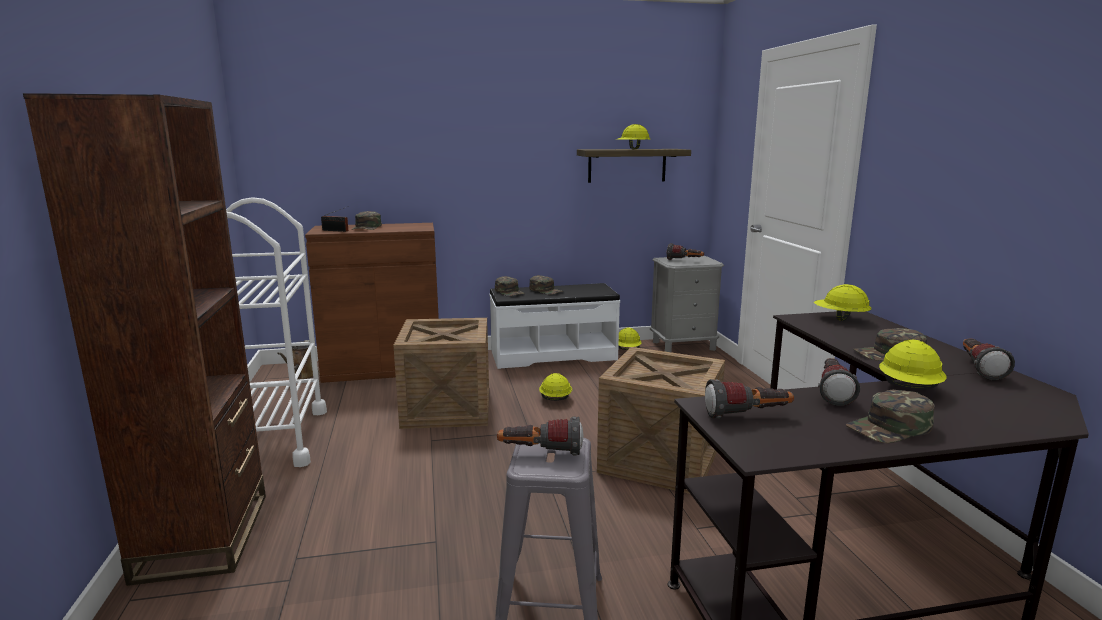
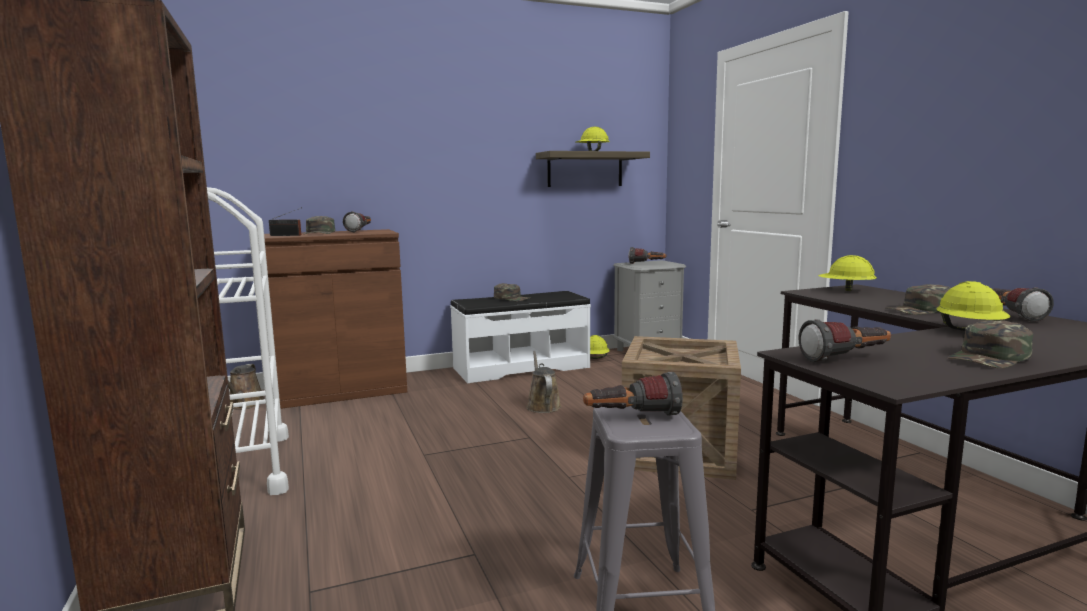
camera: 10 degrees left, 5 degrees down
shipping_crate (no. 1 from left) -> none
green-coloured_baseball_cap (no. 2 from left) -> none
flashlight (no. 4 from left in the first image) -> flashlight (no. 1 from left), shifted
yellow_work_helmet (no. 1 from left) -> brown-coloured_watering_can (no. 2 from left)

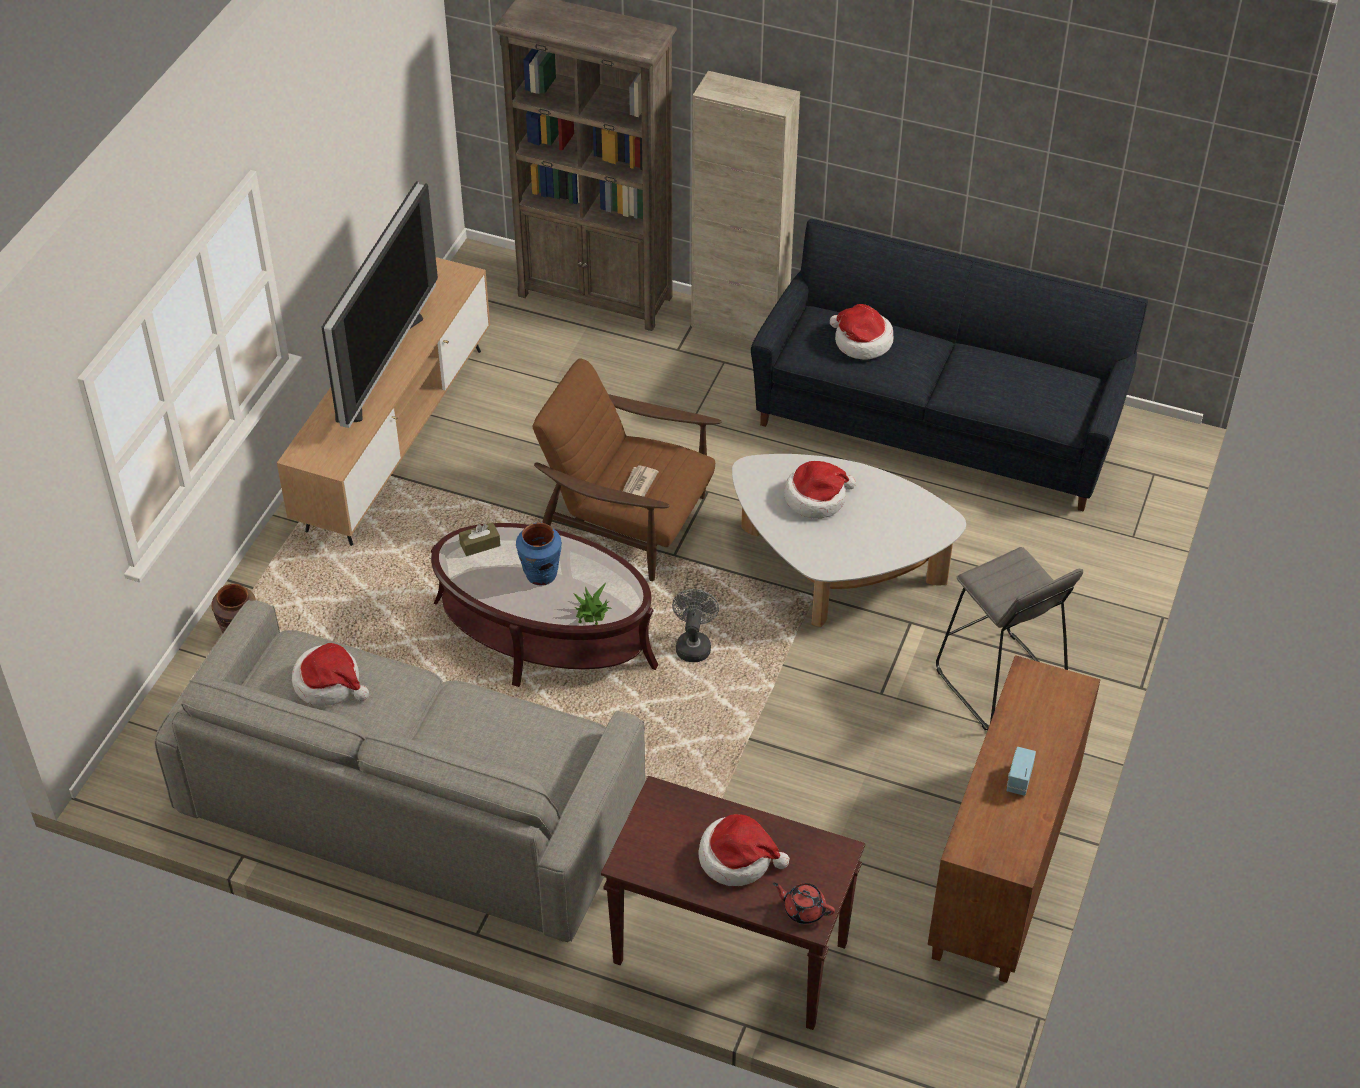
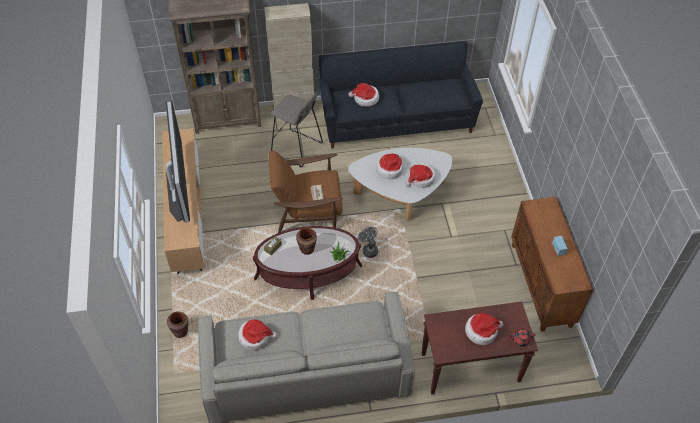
camera: 30 degrees left, 5 degrees up
none -> clothing_hat (no. 4 from left)
grey_stool_seat, shifted
blue_vase -> brown-coloured_vase (no. 2 from left)

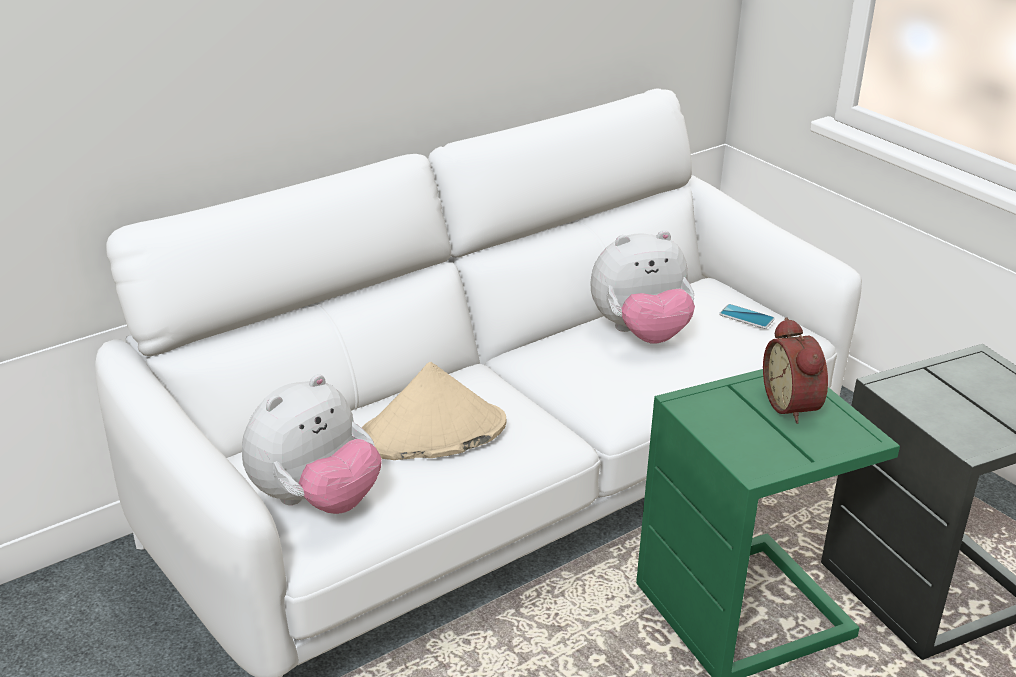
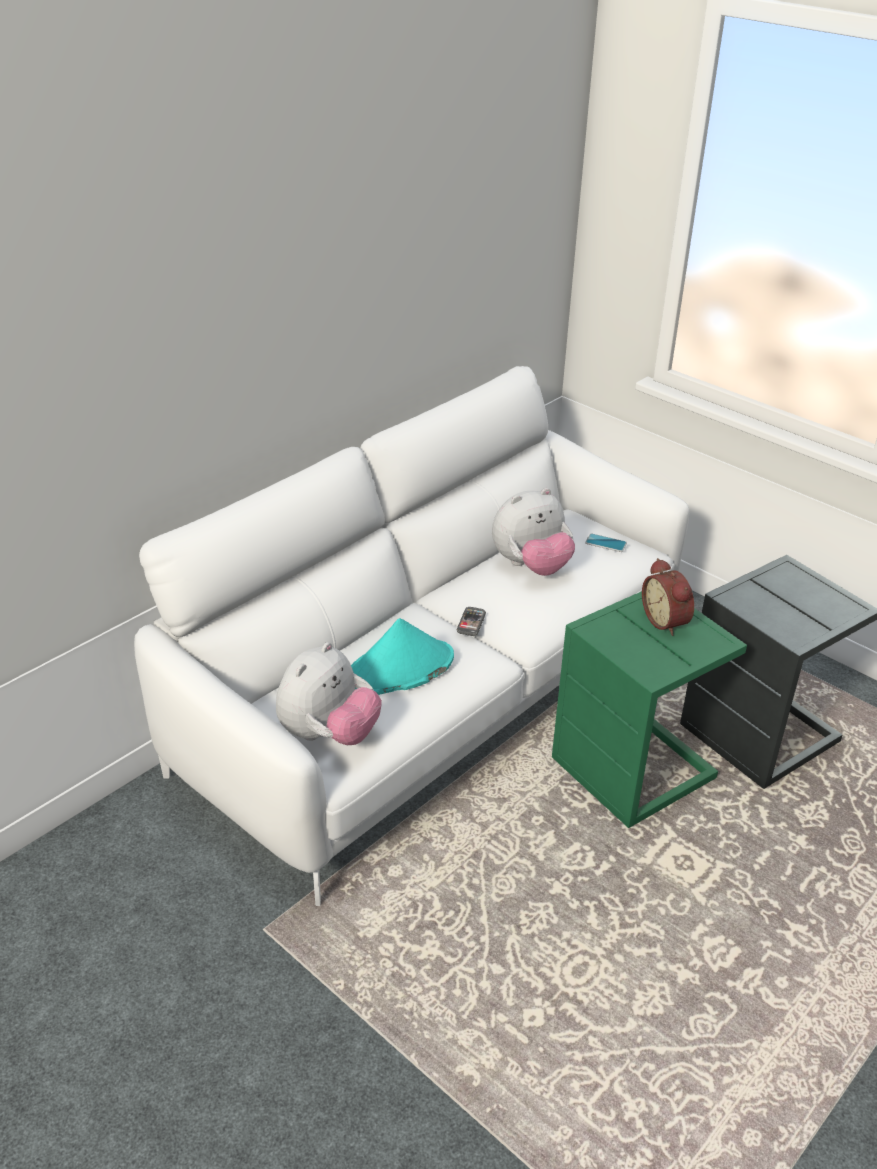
camera: 10 degrees left, 5 degrees up
none -> phone (no. 1 from left)
beige_clothing_hat -> turquoise_clothing_hat

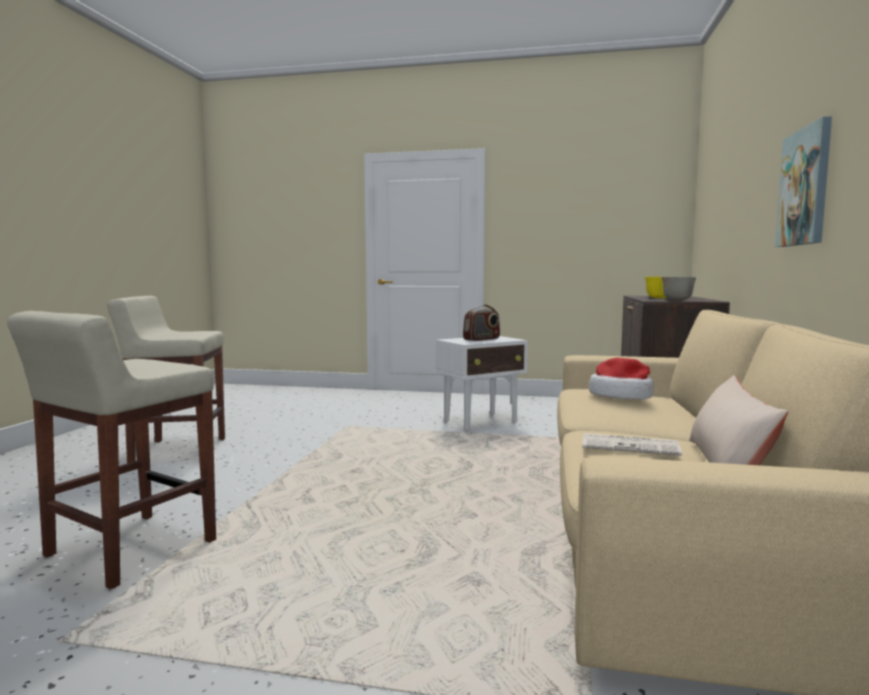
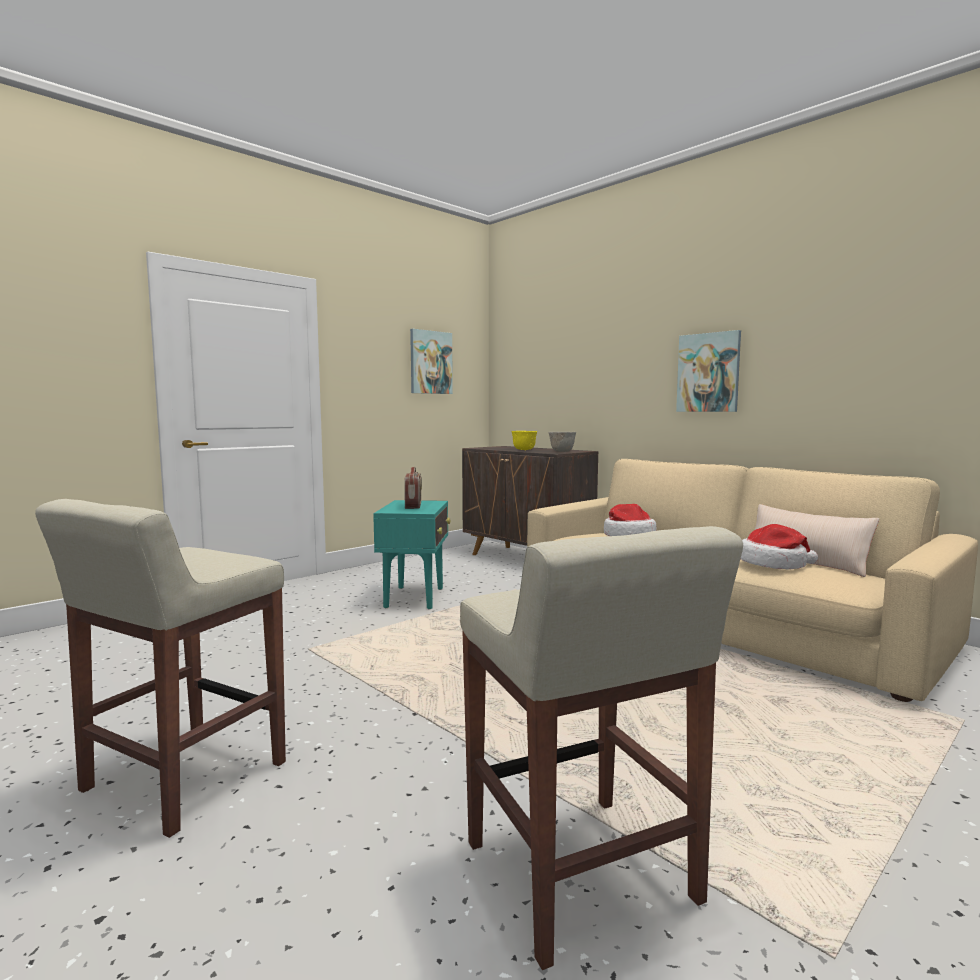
camera: 55 degrees left, 0 degrees up
none -> wall_art (no. 1 from left)
daily_paper -> clothing_hat (no. 2 from left)
whitish_side_table -> turquoise_side_table

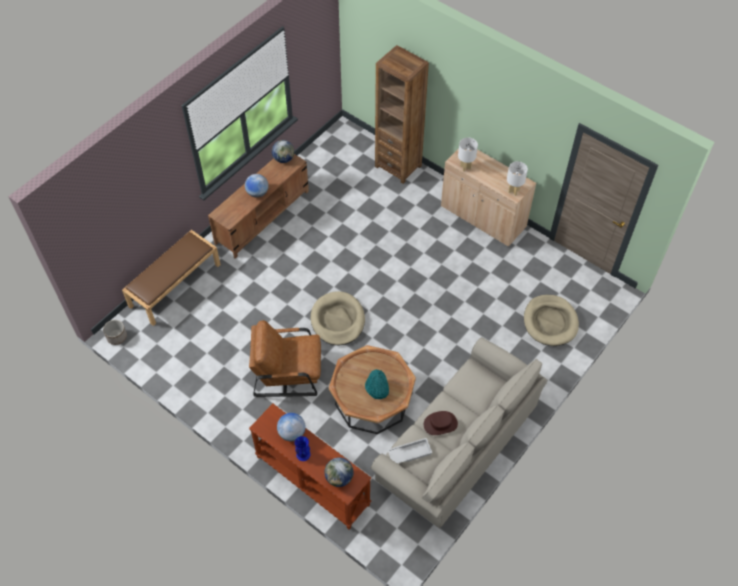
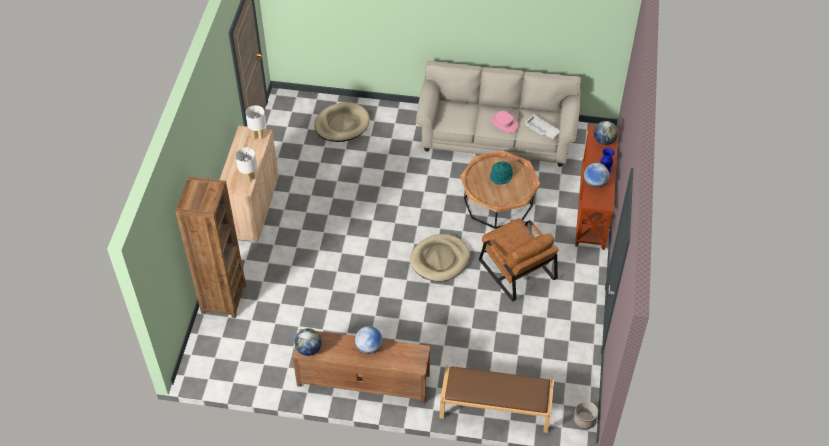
camera: 120 degrees left, 5 degrees down
brown-coloured_clothing_hat -> pinkish_clothing_hat

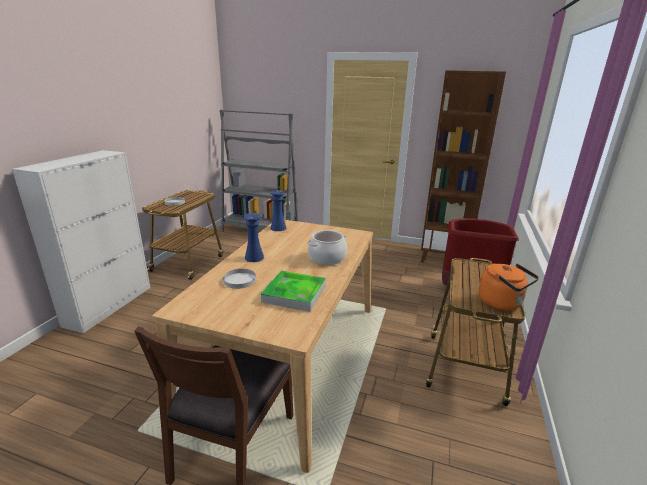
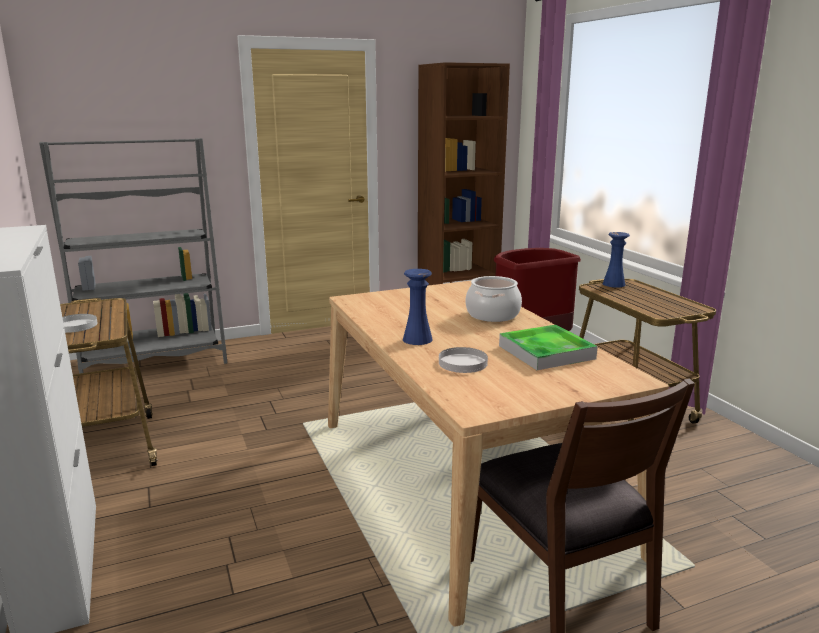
camera: 40 degrees left, 5 degrees down
orange-coloured_water_kettle -> none
blue_vase (no. 2 from left), shifted

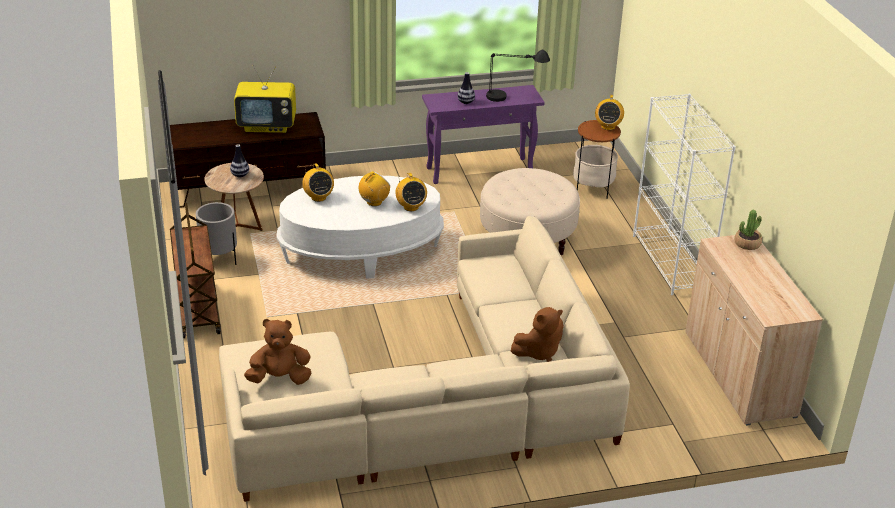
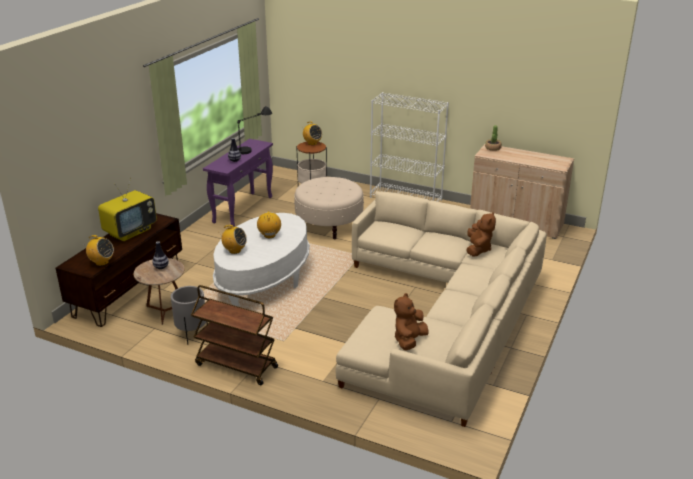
camera: 50 degrees left, 5 degrees down
radio_set (no. 3 from left in the first image) -> radio_set (no. 1 from left), shifted

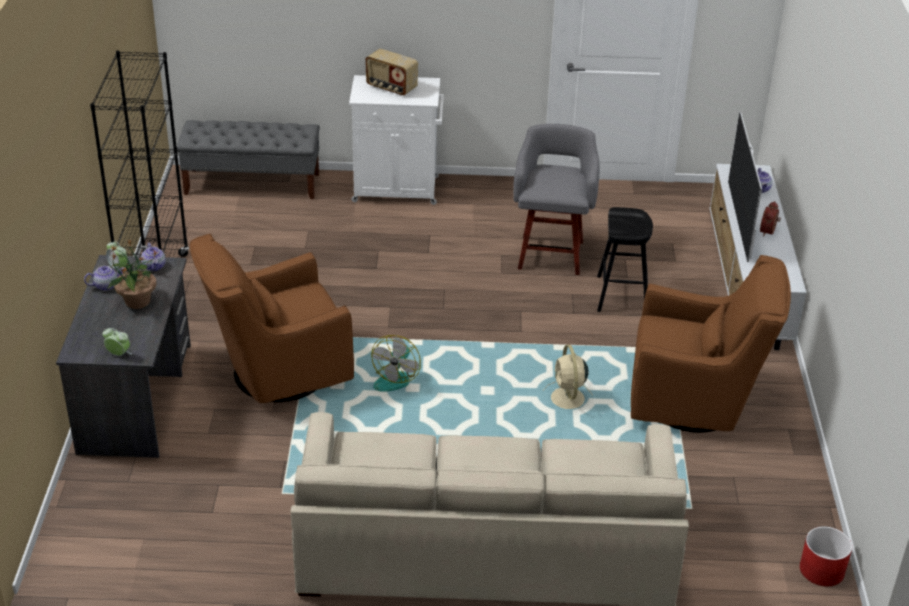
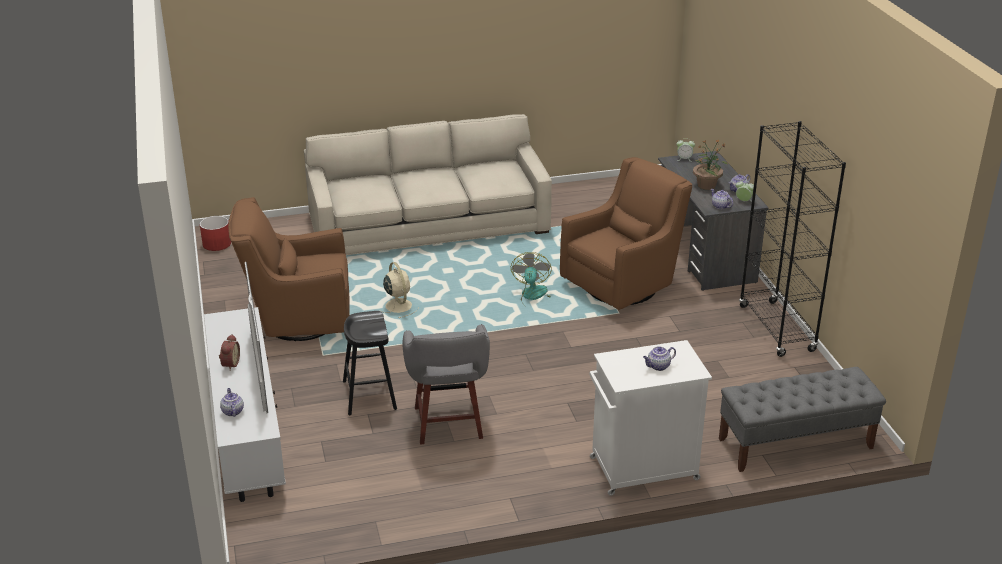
camera: 165 degrees right, 5 degrees down
radio_set -> pot_for_tea (no. 2 from left)

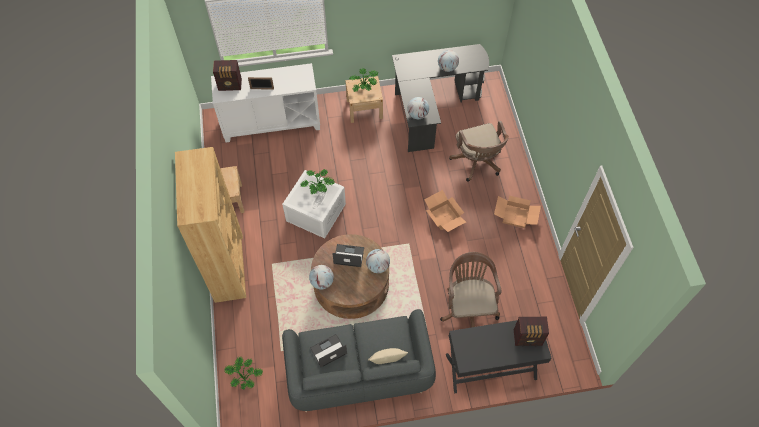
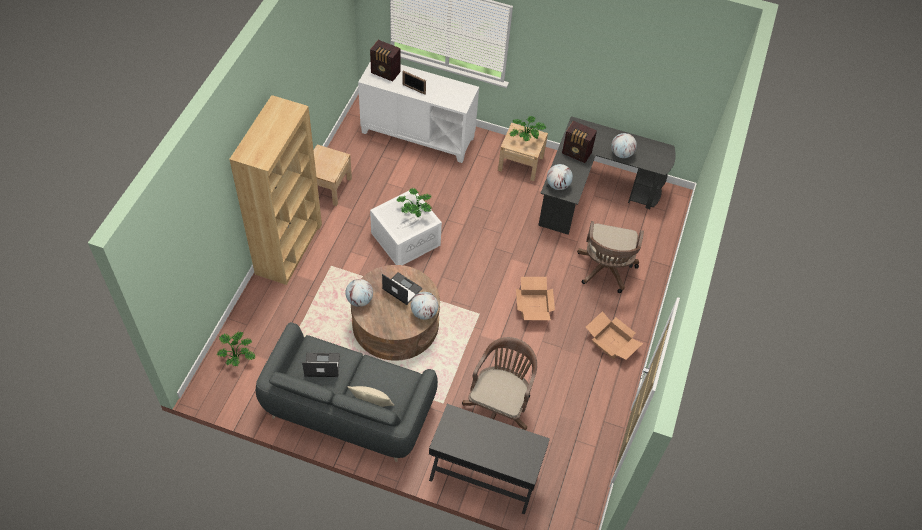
camera: 25 degrees right, 5 degrees down
radio_set (no. 2 from left), shifted

